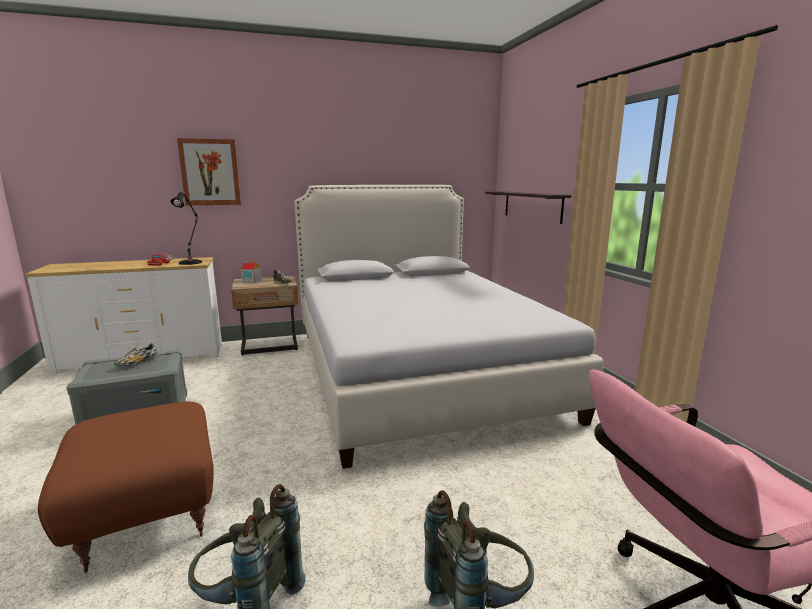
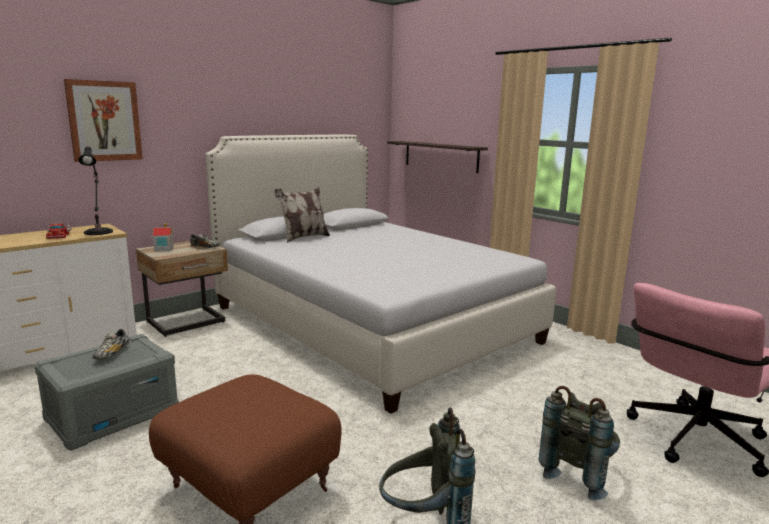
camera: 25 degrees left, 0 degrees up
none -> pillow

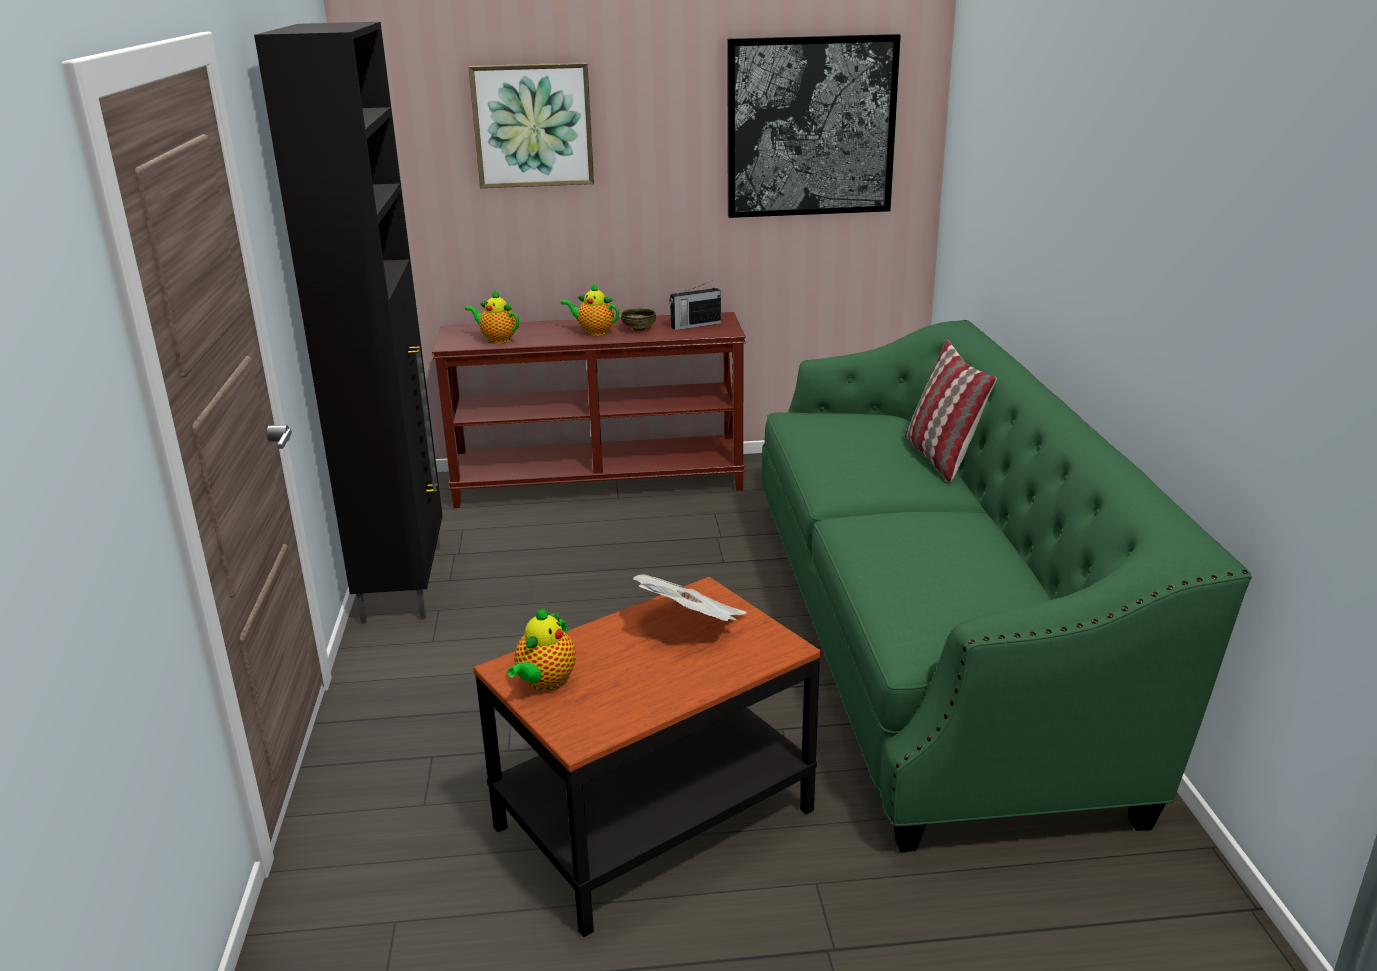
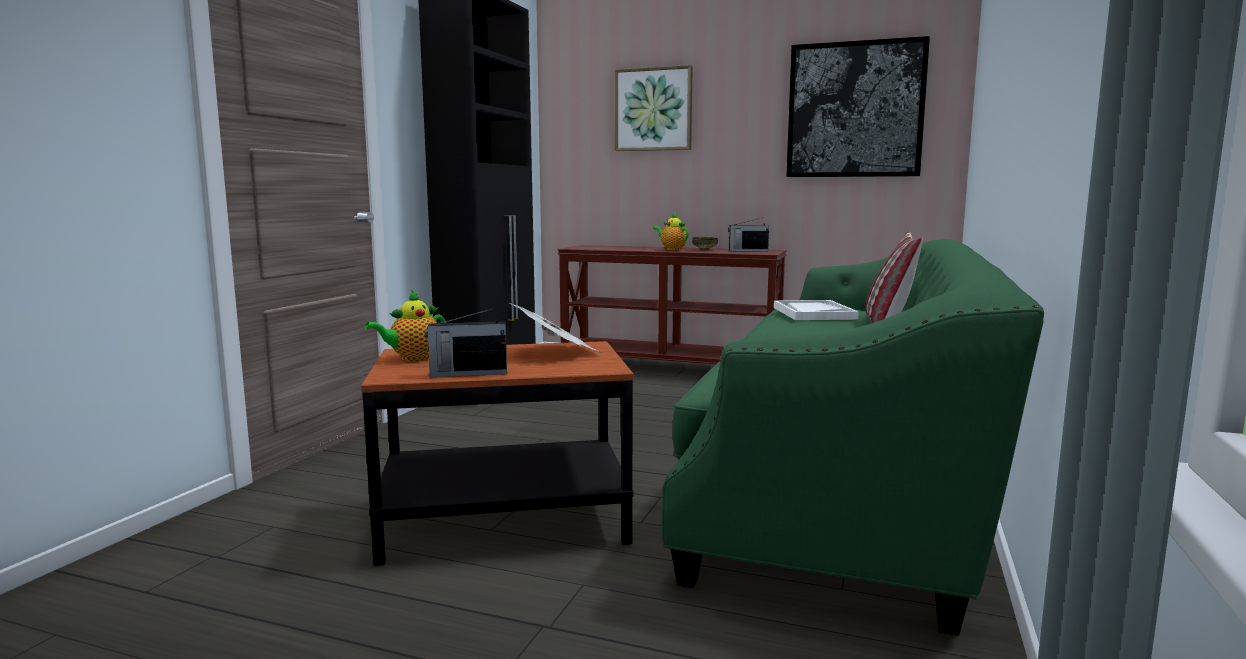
camera: 25 degrees right, 15 degrees down
pot_for_tea (no. 1 from left) -> none
none -> radio_set (no. 1 from left)
none -> whitish_carrying_tray

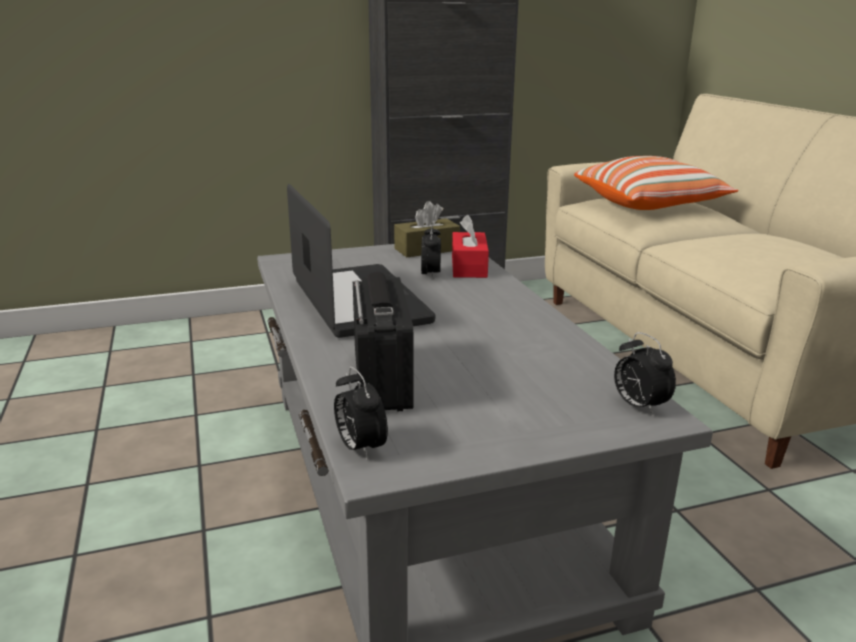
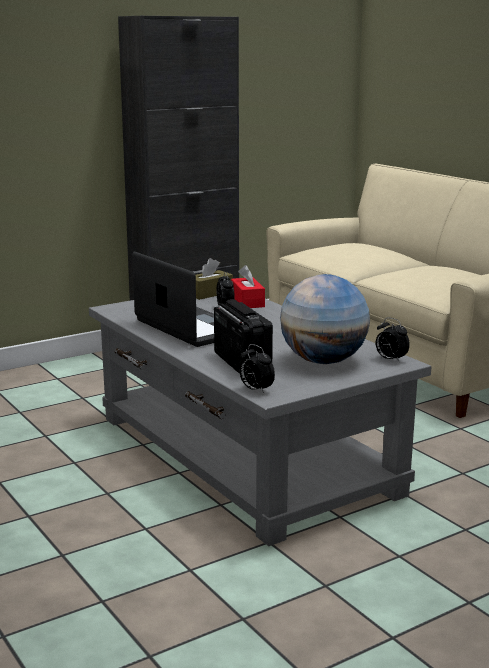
camera: 15 degrees left, 5 degrees down
pillow -> none
none -> globe

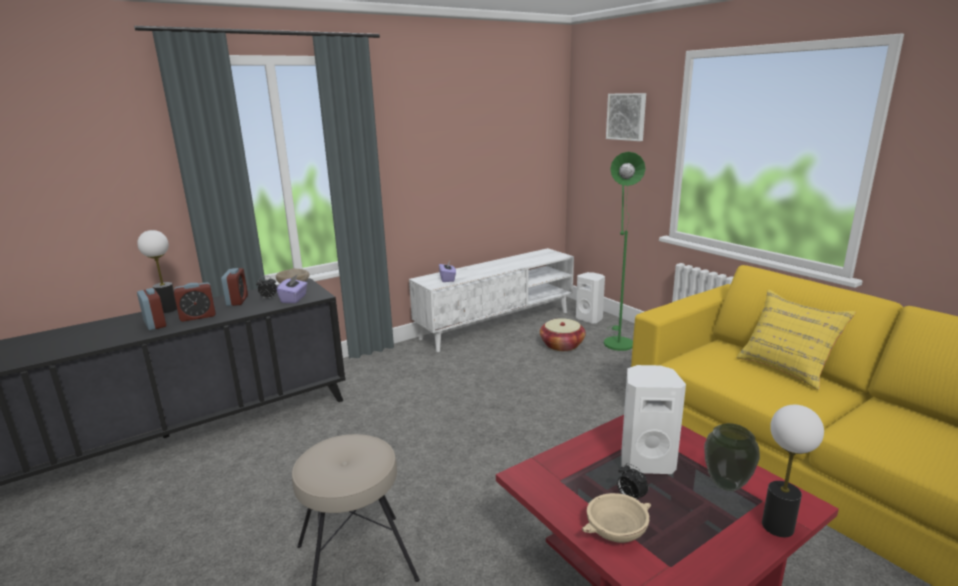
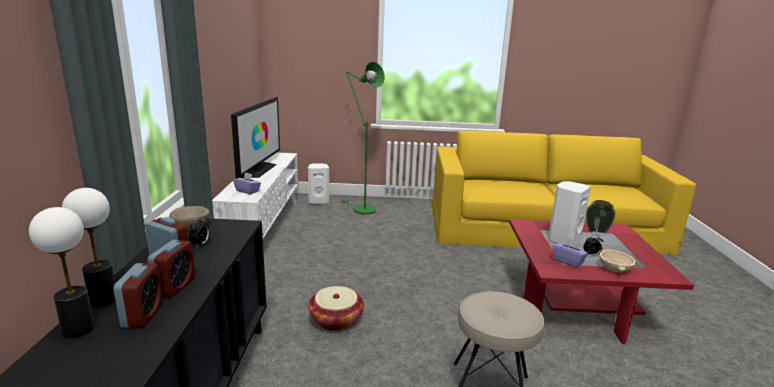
camera: 55 degrees left, 0 degrees up
wall_art -> none
yellow_pillow -> none
none -> television
purple-coloured_box_of_tissues (no. 1 from left in the first image) -> purple-coloured_box_of_tissues (no. 2 from left), shifted
household_basket, shifted
lamp_for_a_table (no. 2 from left in the first image) -> lamp_for_a_table (no. 1 from left), shifted
table_clock (no. 1 from left), 90 degrees clockwise

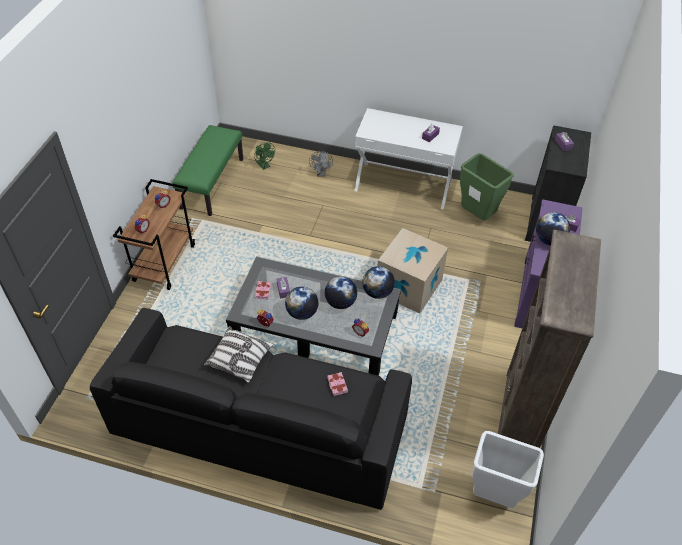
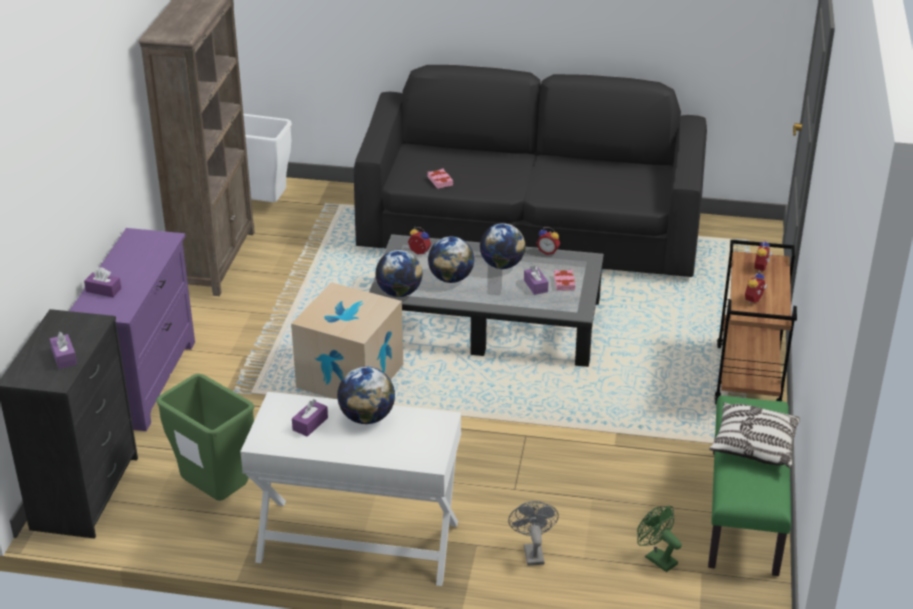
camera: 175 degrees right, 15 degrees down
pillow, shifted
globe (no. 4 from left in the first image) -> globe (no. 1 from left), shifted

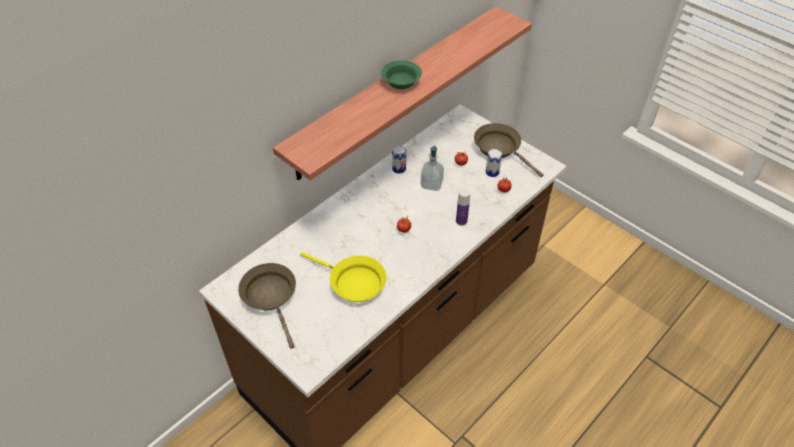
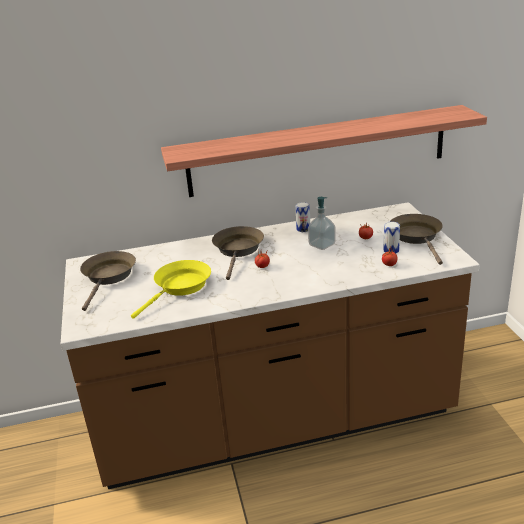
camera: 35 degrees right, 20 degrees down
green-coloured_bowl -> none
drink_bottle -> none
none -> brown-coloured_frying_pan (no. 2 from left)
yellow_frying_pan, 120 degrees counterclockwise

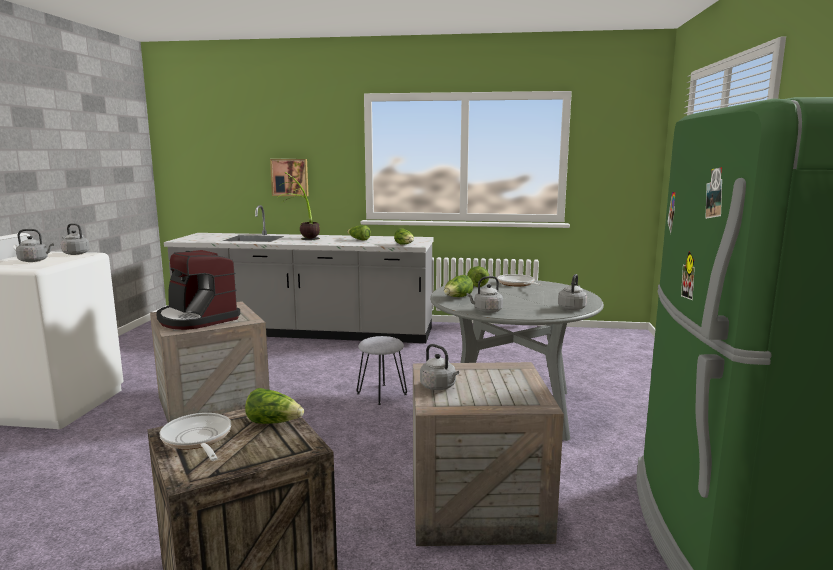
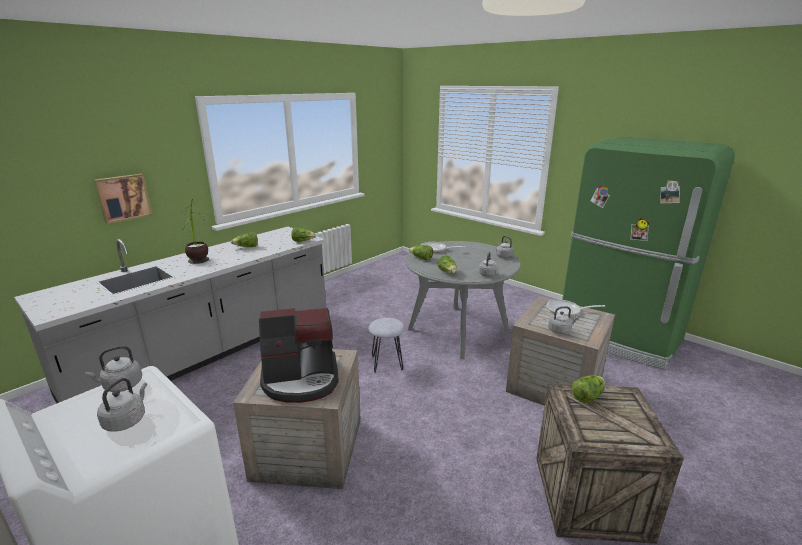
camera: 55 degrees left, 10 degrees up
frying_pan (no. 1 from left in the first image) -> frying_pan (no. 2 from left), shifted

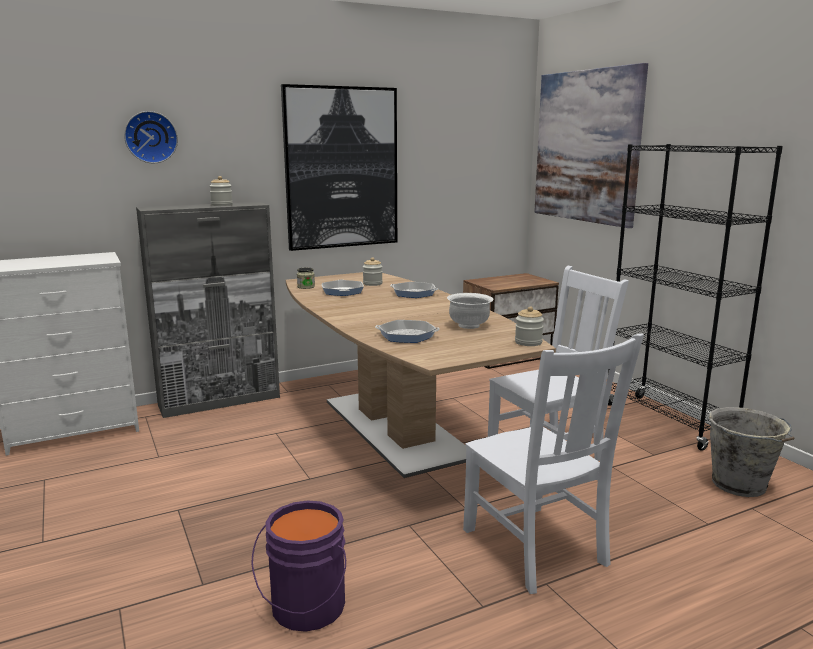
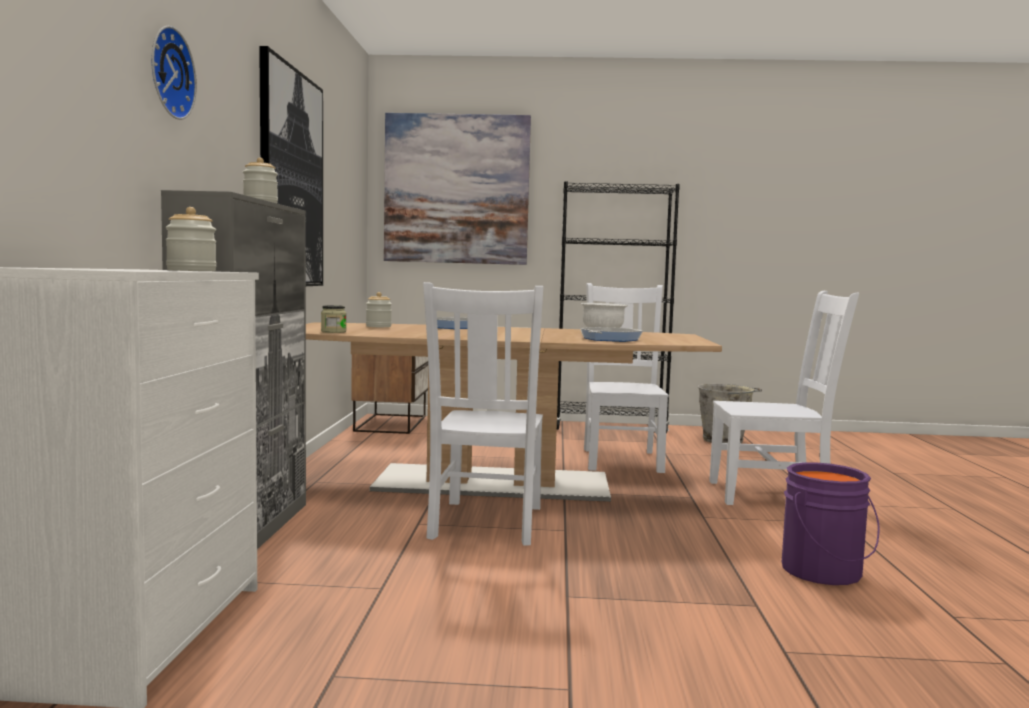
camera: 60 degrees left, 10 degrees down
frying_pan (no. 1 from left) -> none
none -> whitish_plain_chair (no. 1 from left)
storage_jar (no. 4 from left in the first image) -> storage_jar (no. 1 from left), shifted

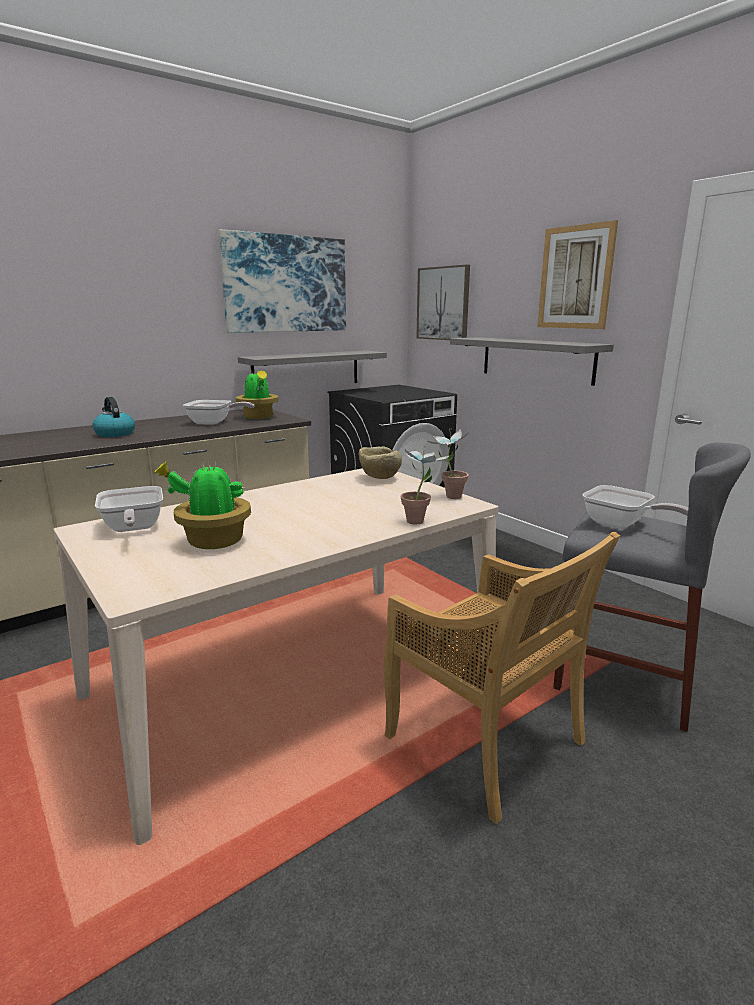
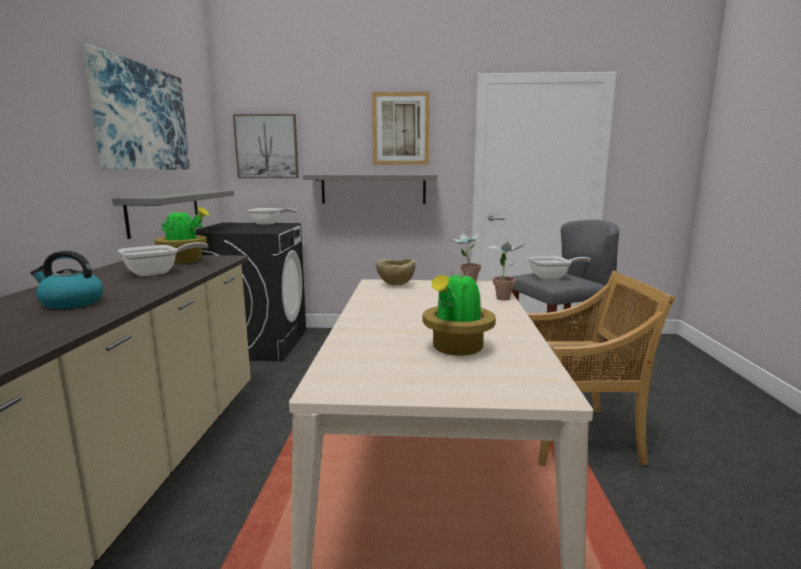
camera: 50 degrees left, 5 degrees down
frying_pan (no. 1 from left in the first image) -> frying_pan (no. 2 from left), shifted

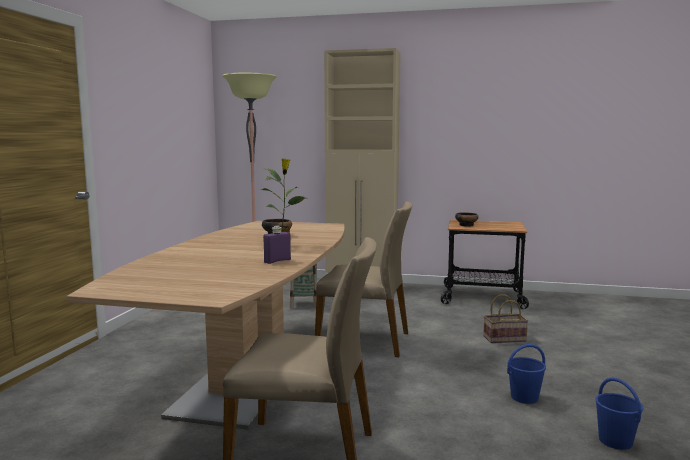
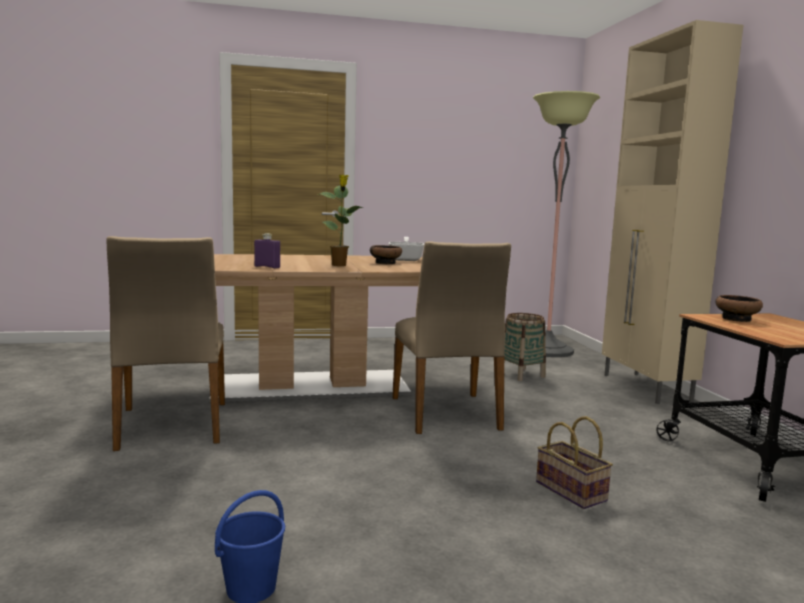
camera: 65 degrees right, 0 degrees up
blue_bucket (no. 1 from left) -> none
none -> frying_pan

